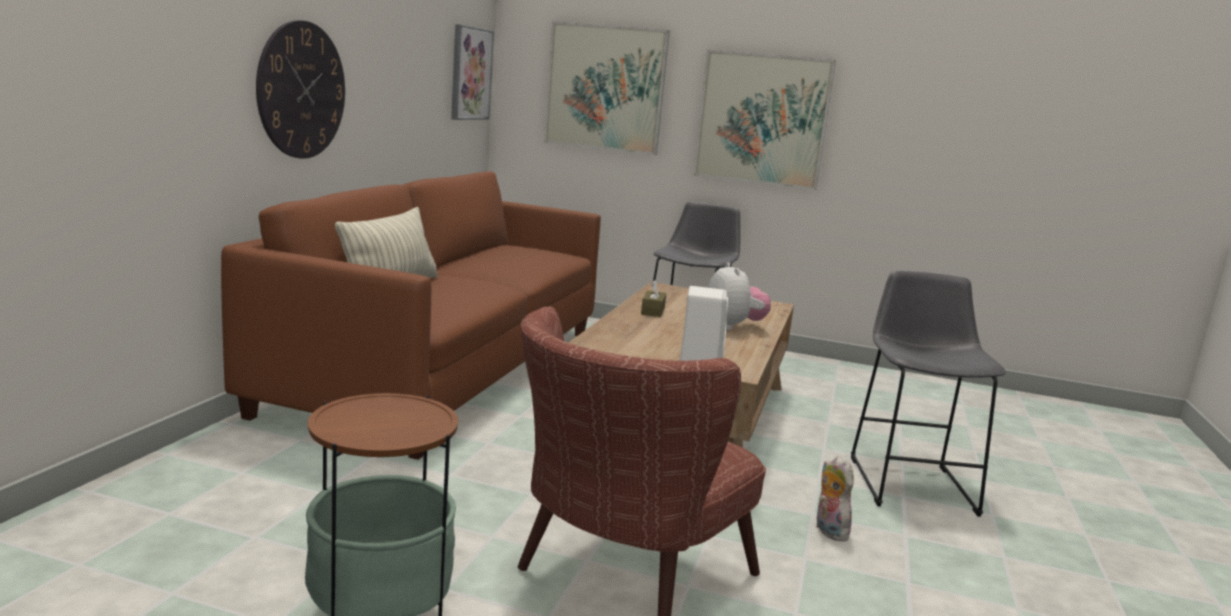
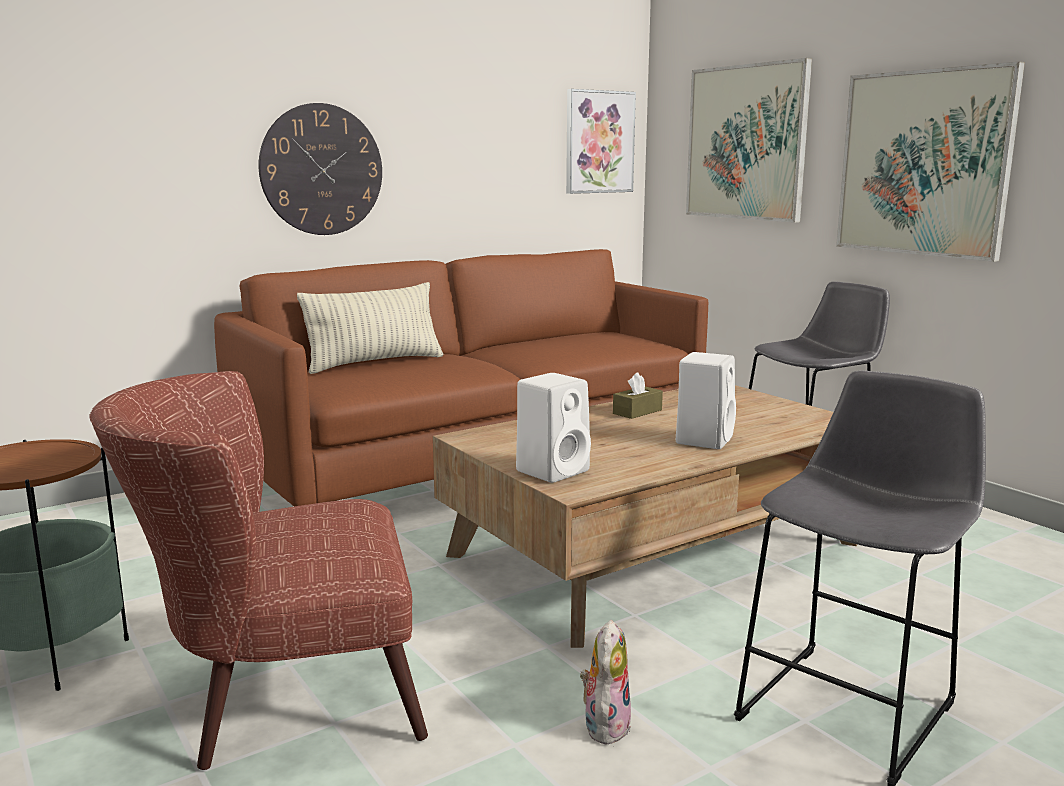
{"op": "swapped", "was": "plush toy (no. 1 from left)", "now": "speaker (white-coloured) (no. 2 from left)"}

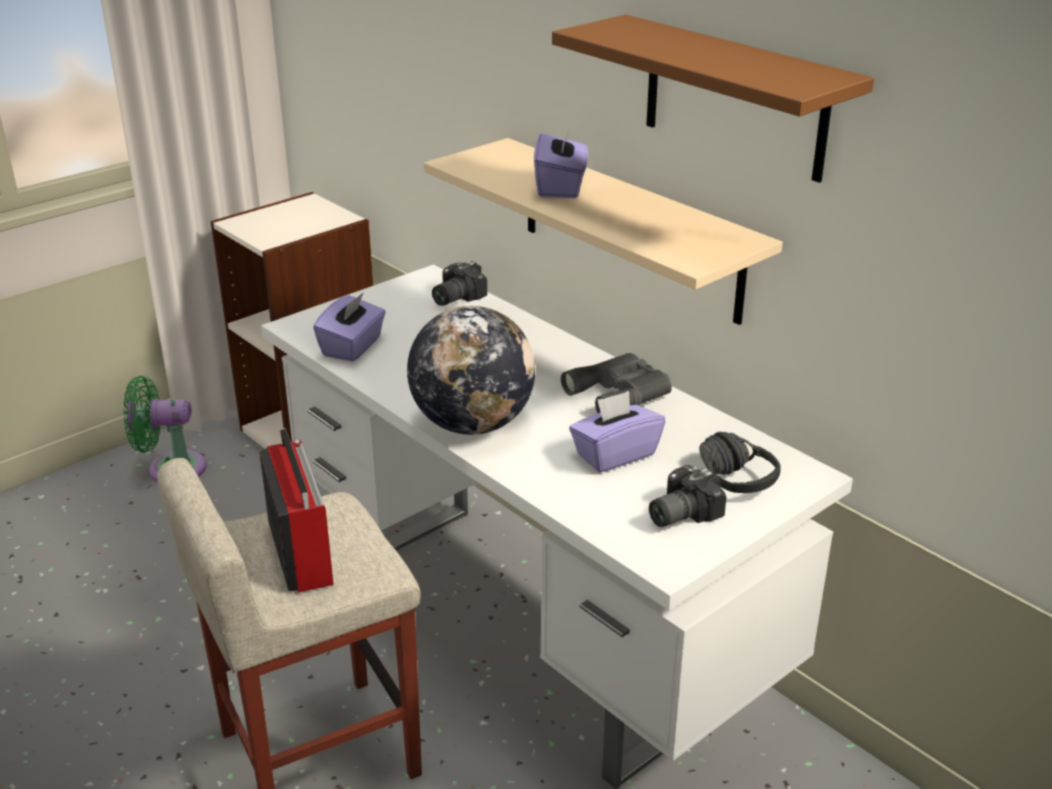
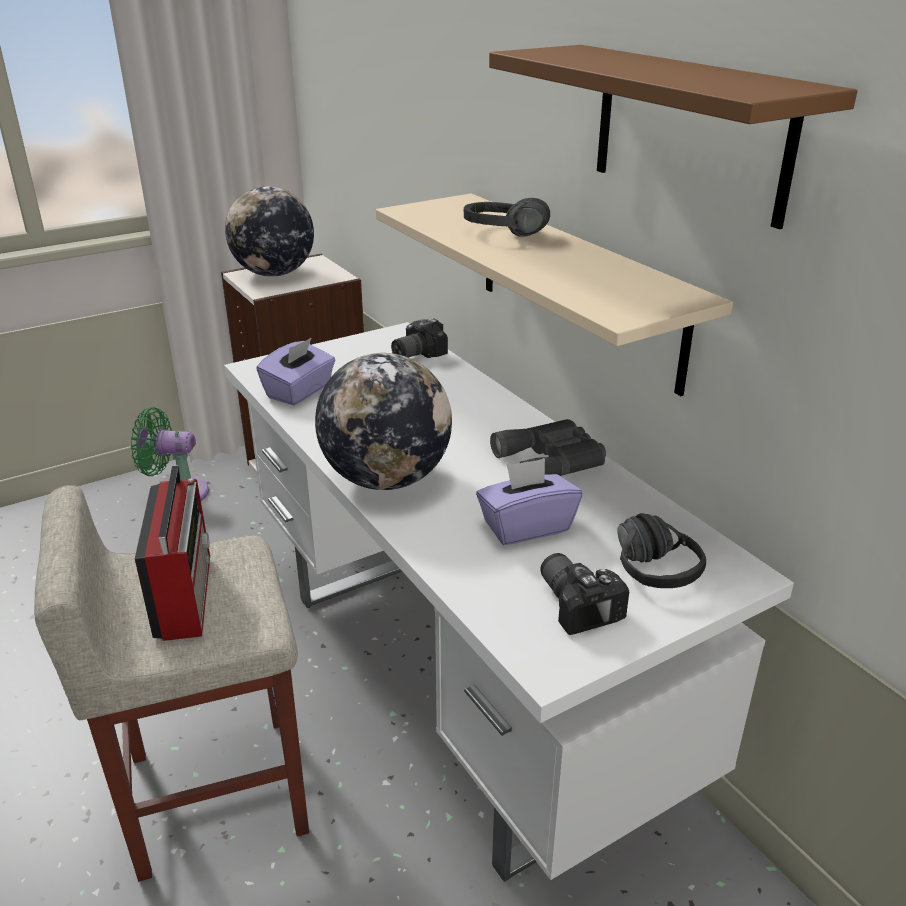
{"op": "new", "now": "desk globe (no. 1 from left)"}
{"op": "swapped", "was": "tissue box (purple-coloured) (no. 2 from left)", "now": "headset (blackish) (no. 1 from left)"}
{"op": "rotated", "was": "still camera (no. 2 from left)", "clockwise": 90}

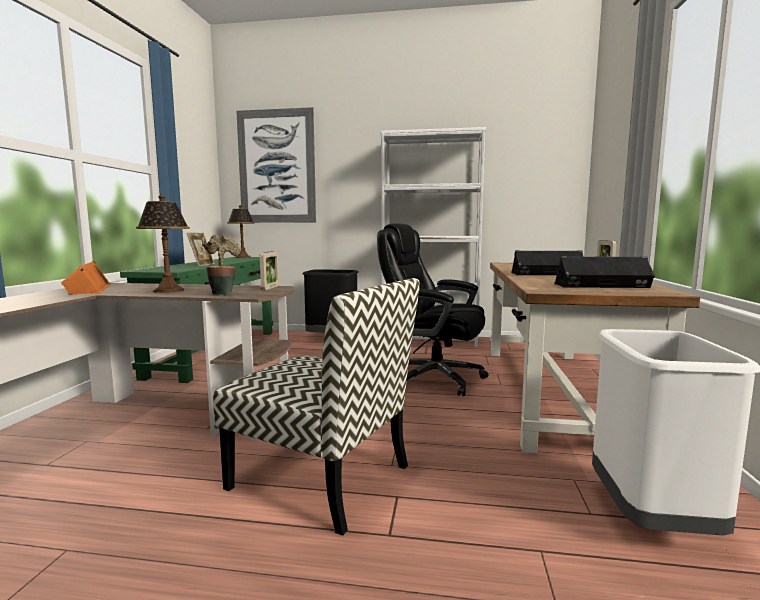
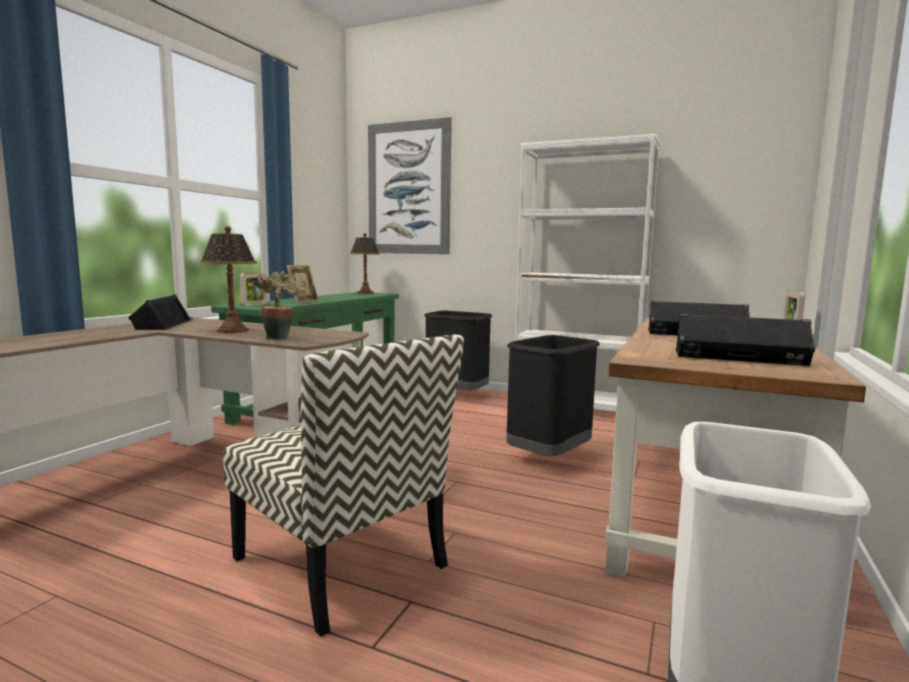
{"op": "repainted", "was": "speaker (orange-coloured)", "now": "speaker (blackish) (no. 1 from left)"}
{"op": "shifted", "was": "photo frame (no. 2 from left in the first image)", "now": "photo frame (no. 1 from left)"}
{"op": "swapped", "was": "office chair (blackish)", "now": "rubbish bin (blackish) (no. 2 from left)"}

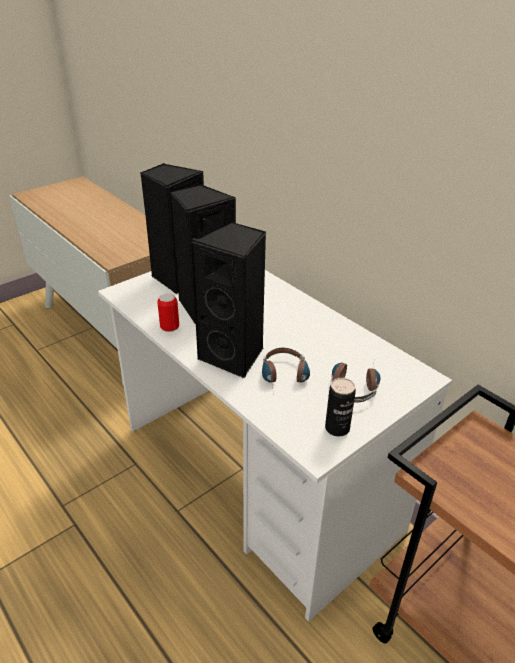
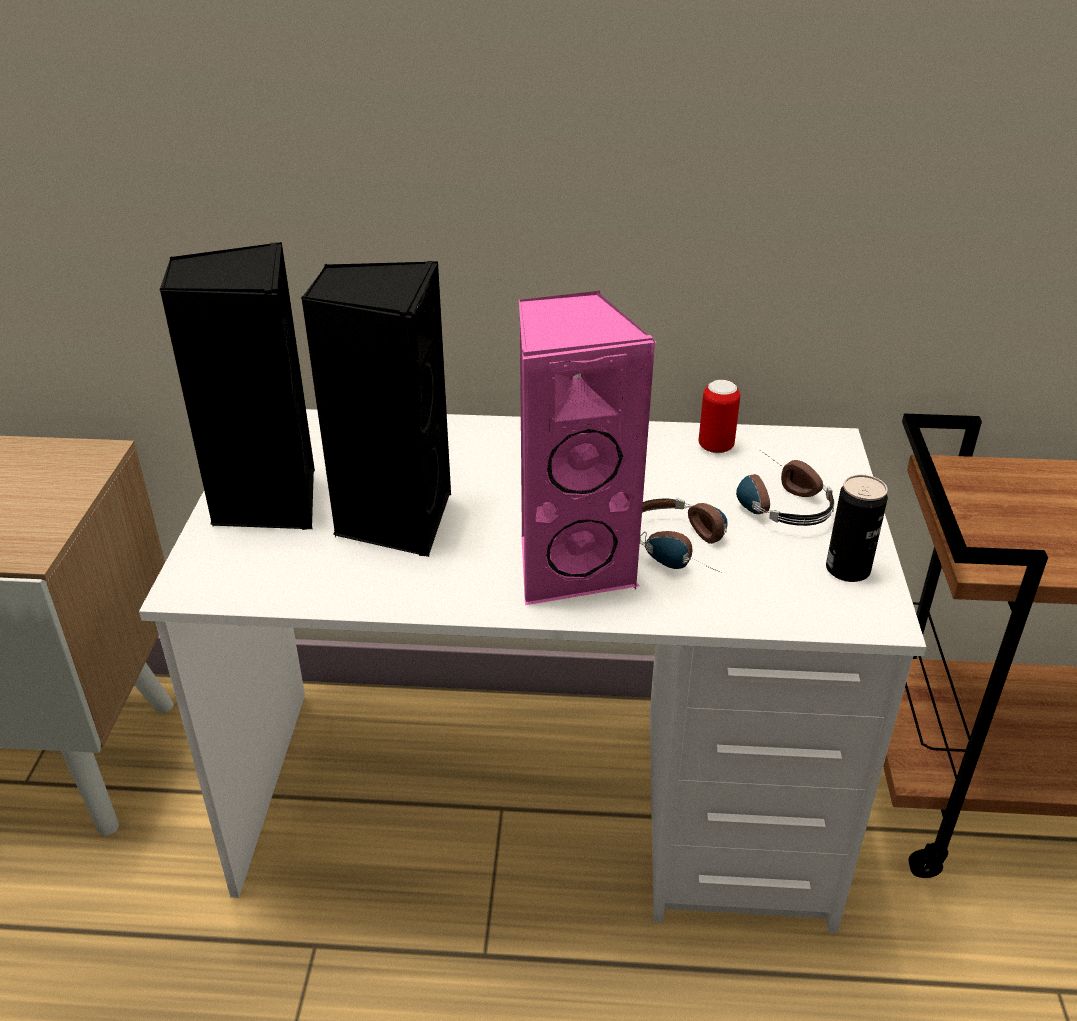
{"op": "repainted", "was": "speaker (blackish) (no. 3 from left)", "now": "speaker (pink)"}
{"op": "shifted", "was": "can (no. 1 from left)"}

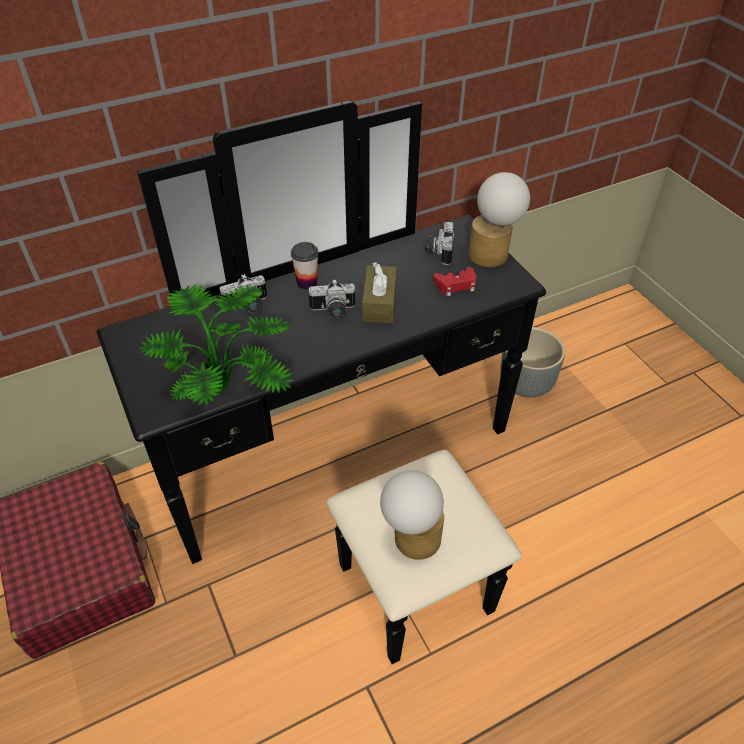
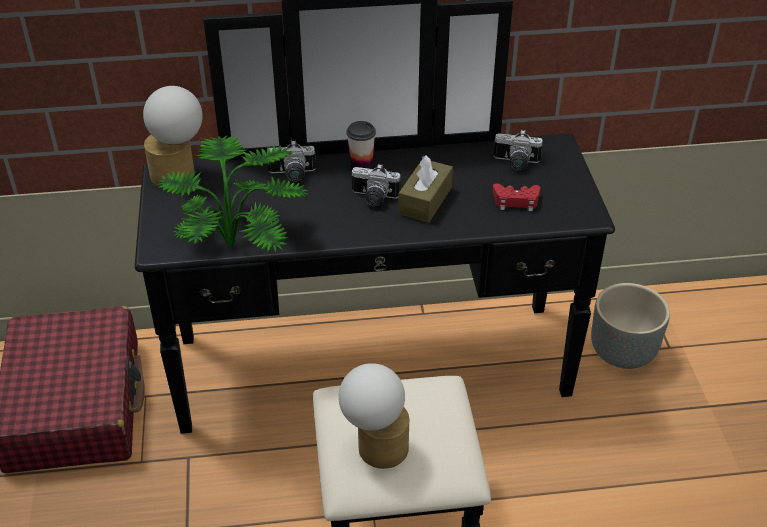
{"op": "shifted", "was": "tabletop lamp (no. 2 from left in the first image)", "now": "tabletop lamp (no. 1 from left)"}
{"op": "rotated", "was": "still camera (no. 3 from left)", "clockwise": -105}

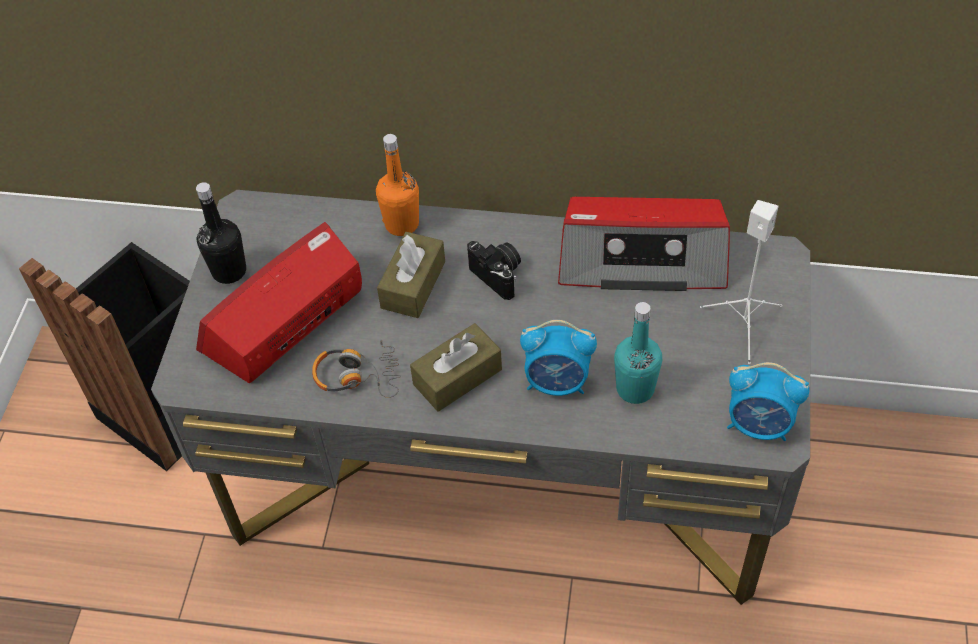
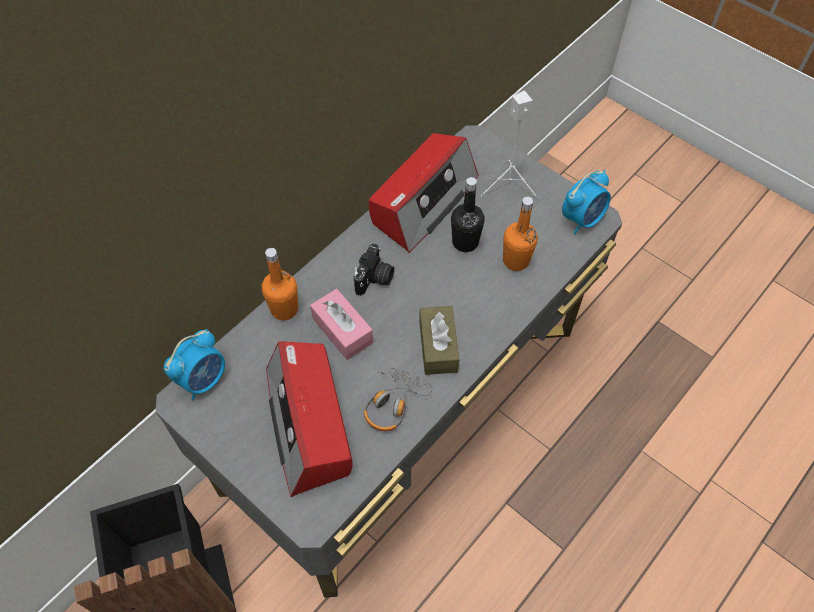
{"op": "shifted", "was": "table clock (no. 1 from left)"}
{"op": "repainted", "was": "tissue box (brown-coloured) (no. 1 from left)", "now": "tissue box (pink)"}
{"op": "rotated", "was": "still camera", "clockwise": 120}
{"op": "shifted", "was": "bottle (blackish)"}
{"op": "repainted", "was": "bottle (turquoise-coloured)", "now": "bottle (orange-coloured) (no. 2 from left)"}

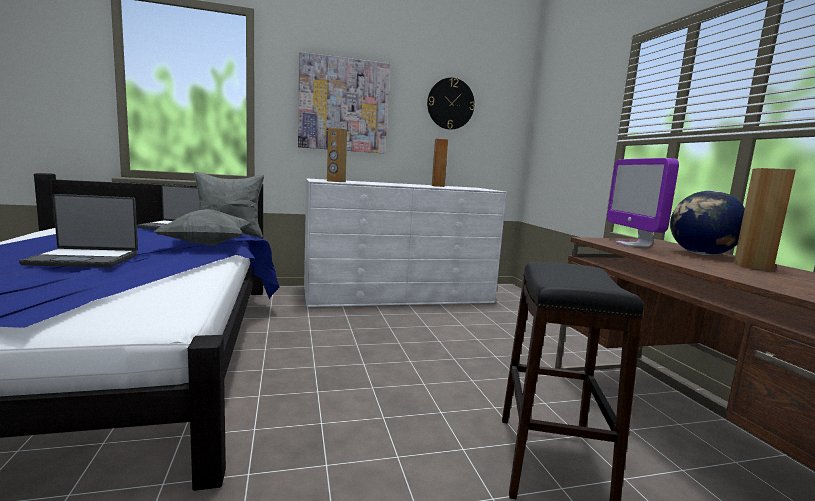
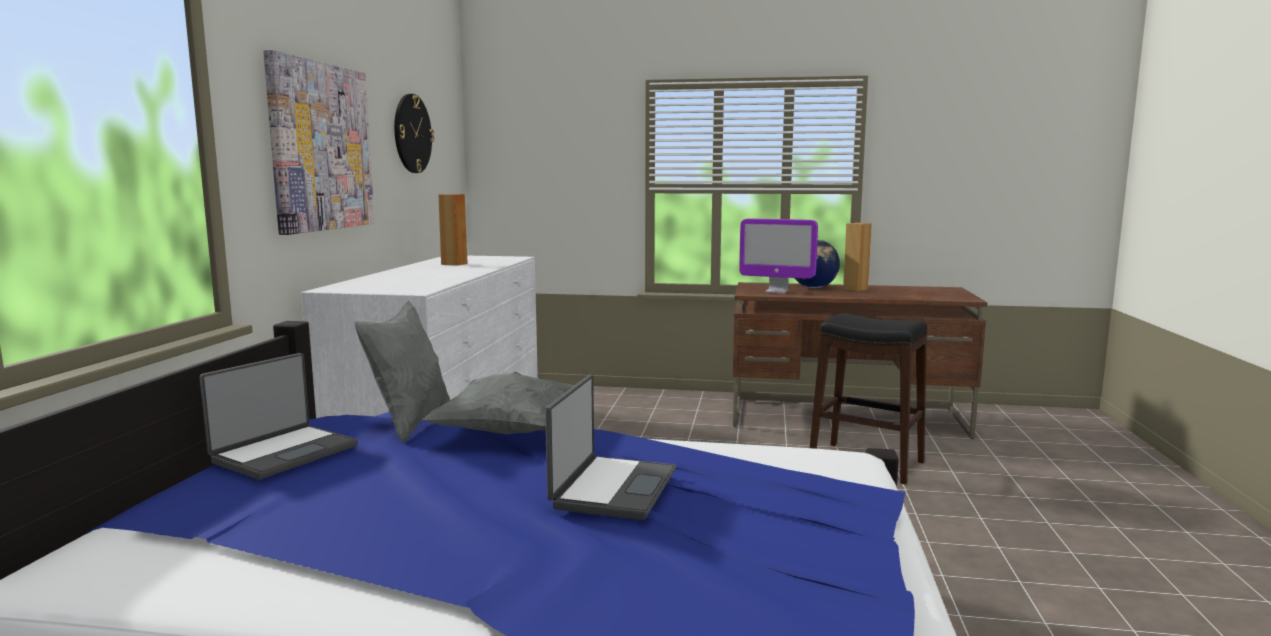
{"op": "gone", "was": "speaker (brown-coloured) (no. 1 from left)"}

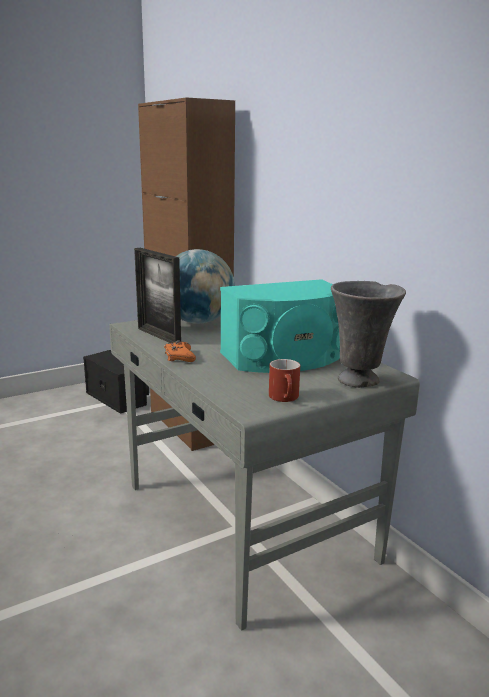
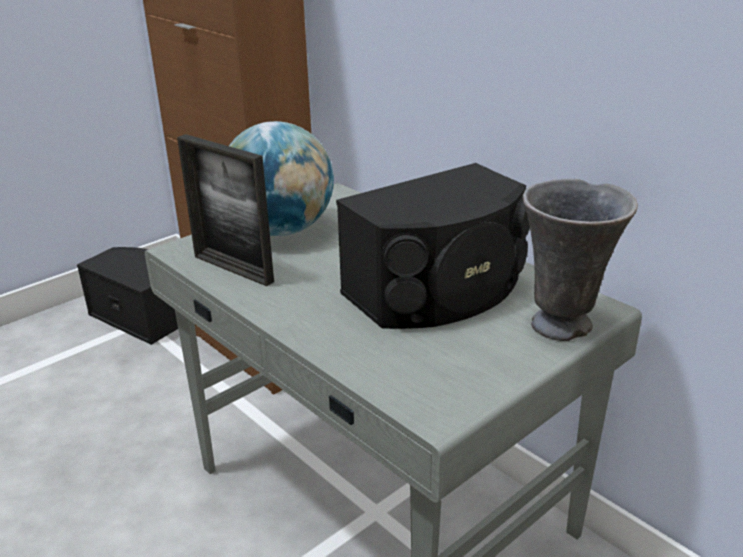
{"op": "repainted", "was": "speaker (turquoise-coloured)", "now": "speaker (blackish) (no. 2 from left)"}
{"op": "gone", "was": "game controller (orange-coloured)"}
{"op": "gone", "was": "mug (red-coloured)"}

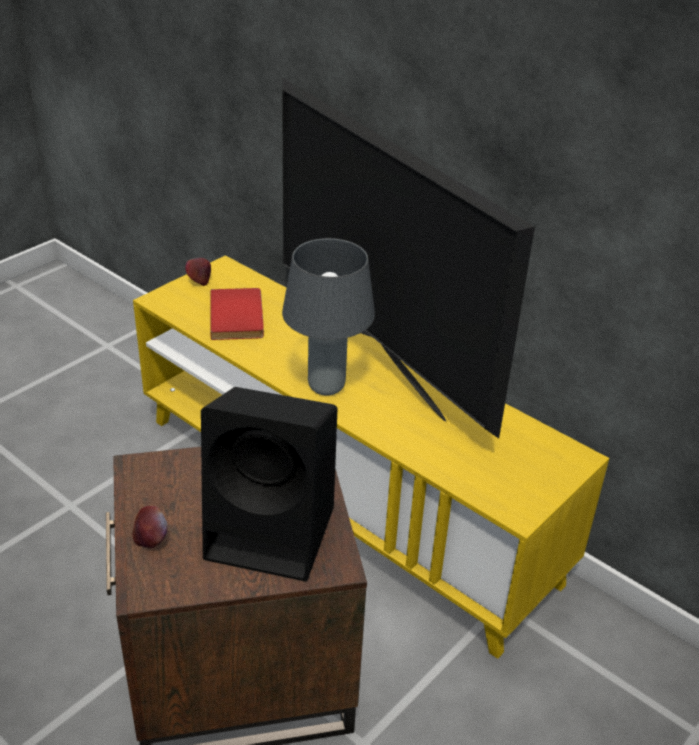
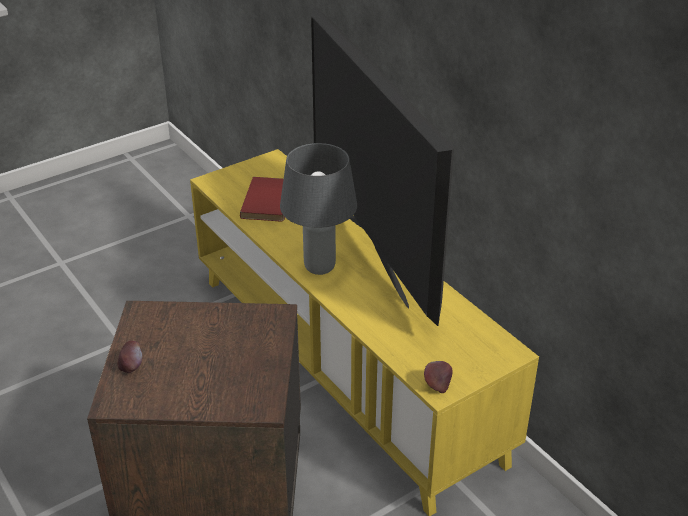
{"op": "shifted", "was": "apple fruit (no. 2 from left)"}
{"op": "gone", "was": "speaker (blackish)"}

